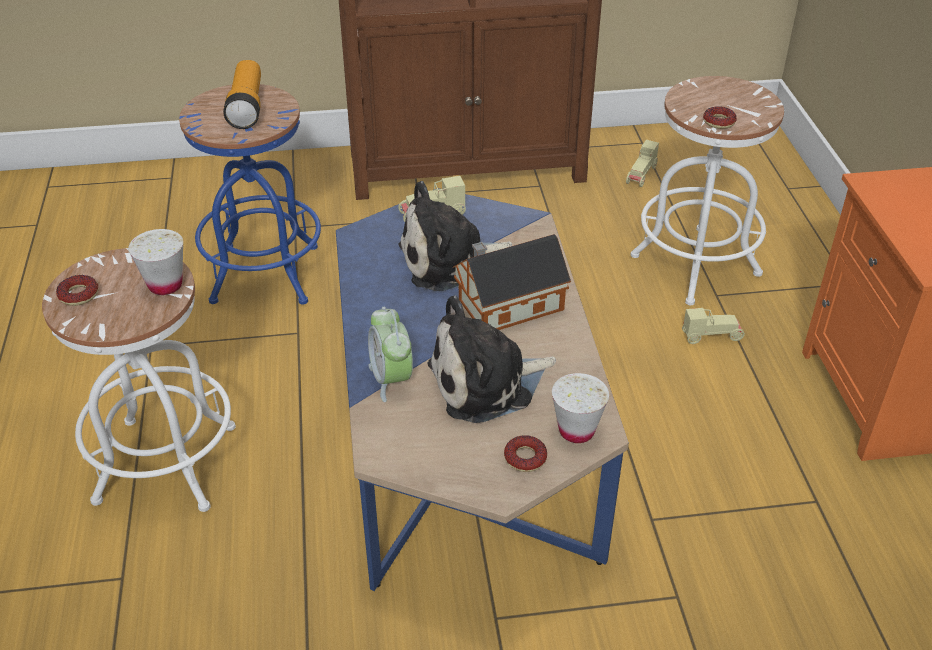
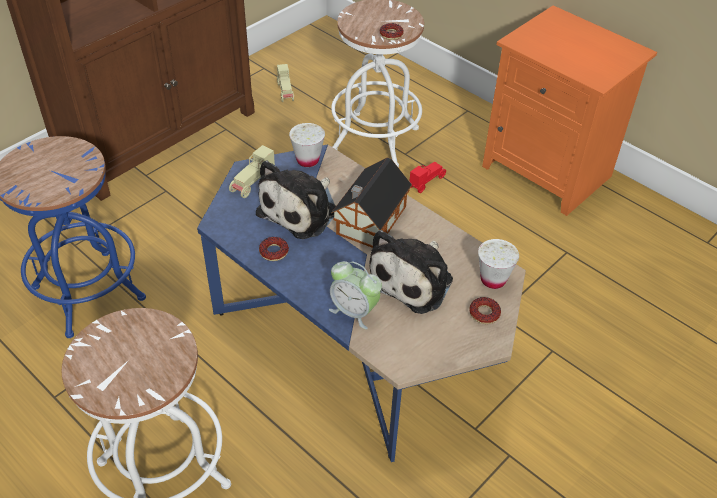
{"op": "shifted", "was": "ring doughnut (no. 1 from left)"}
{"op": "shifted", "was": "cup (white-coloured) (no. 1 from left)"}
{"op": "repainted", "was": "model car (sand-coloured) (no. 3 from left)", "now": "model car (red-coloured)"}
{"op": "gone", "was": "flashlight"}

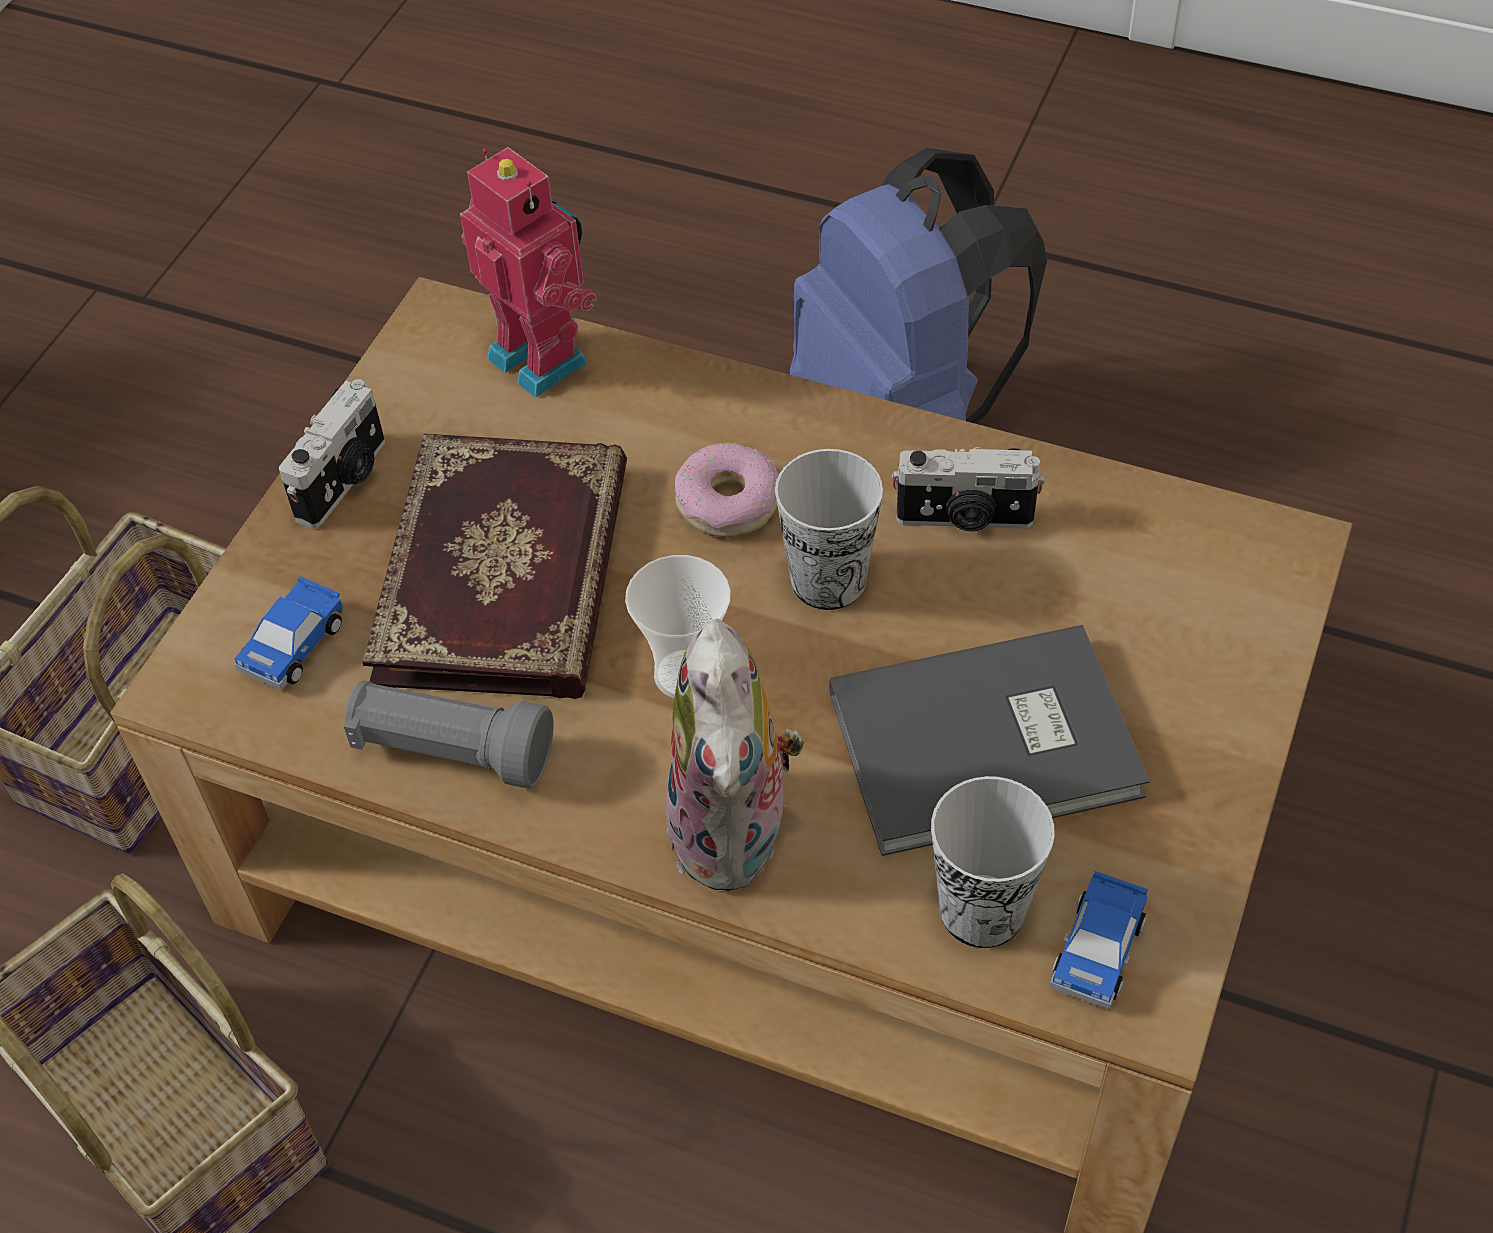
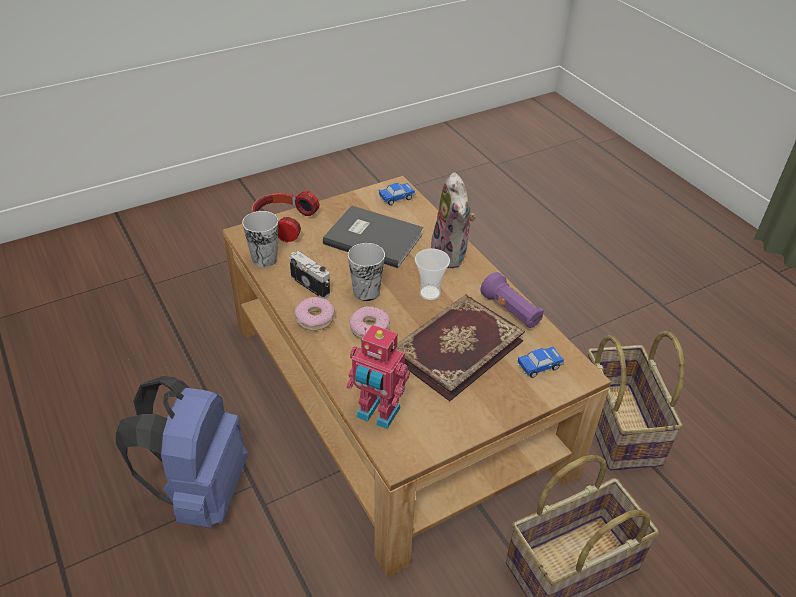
{"op": "shifted", "was": "cup (no. 3 from left in the first image)", "now": "cup (no. 1 from left)"}
{"op": "new", "now": "headset"}
{"op": "new", "now": "ring doughnut (no. 1 from left)"}
{"op": "rotated", "was": "toy robot", "clockwise": -60}
{"op": "rotated", "was": "plush toy", "clockwise": 135}
{"op": "repainted", "was": "flashlight (greyish)", "now": "flashlight (purple-coloured)"}
{"op": "gone", "was": "still camera (no. 1 from left)"}

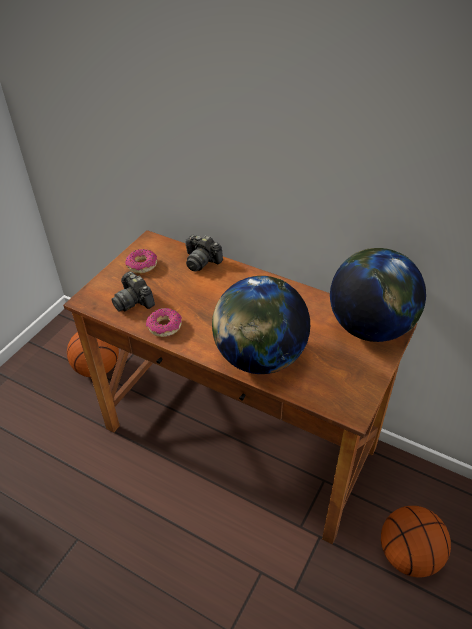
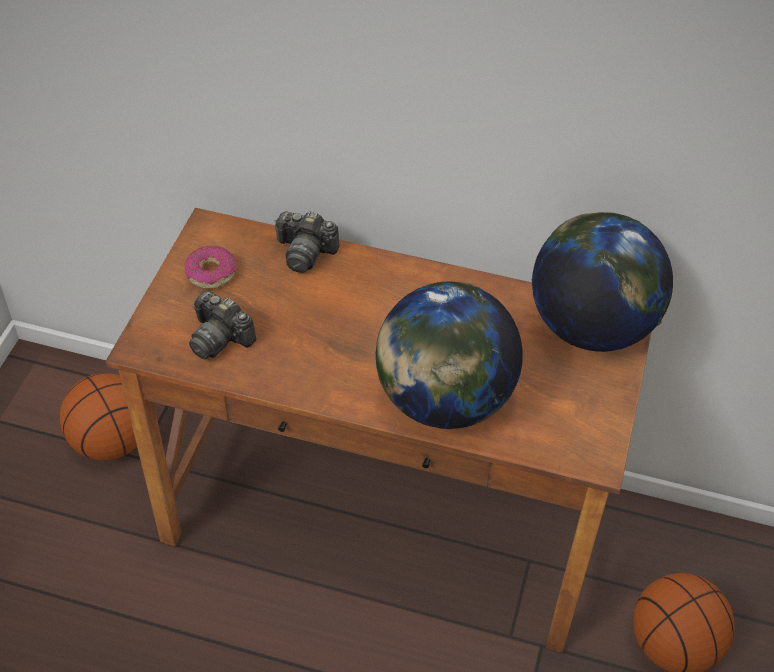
{"op": "gone", "was": "ring doughnut (no. 2 from left)"}

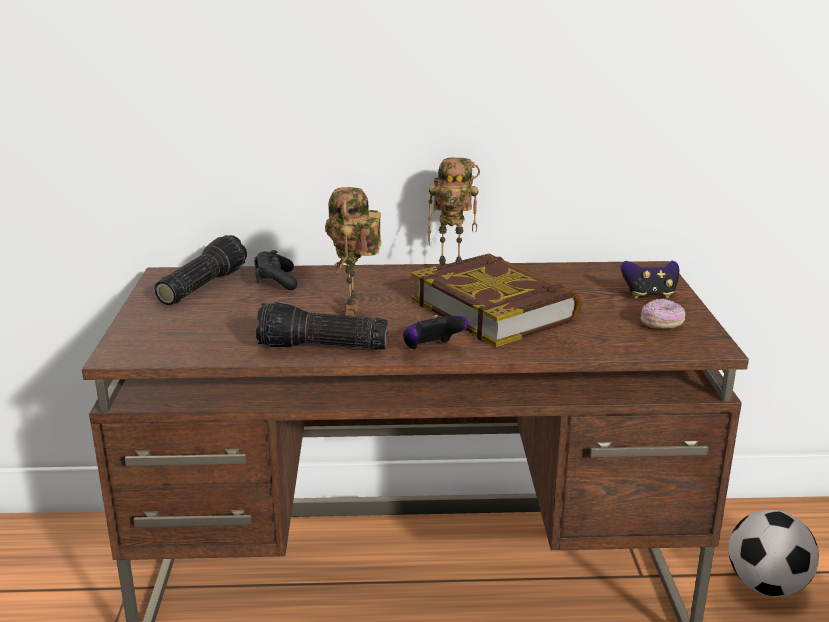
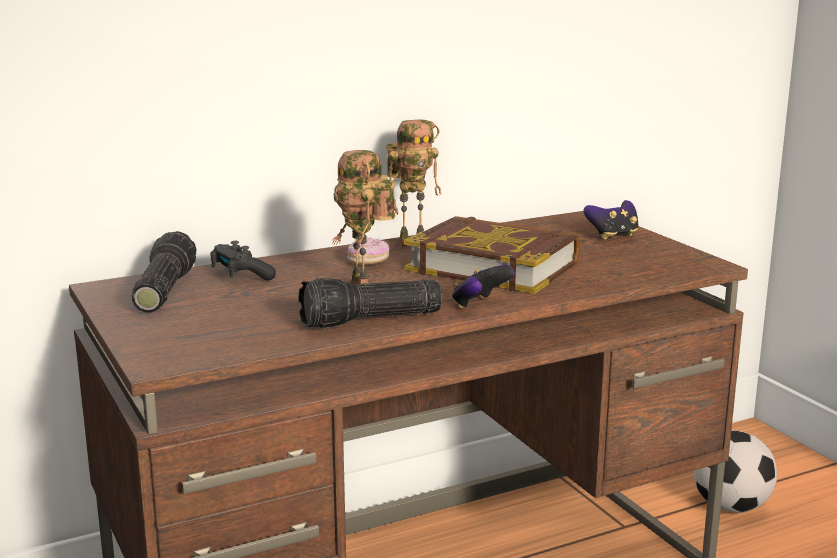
{"op": "shifted", "was": "ring doughnut"}

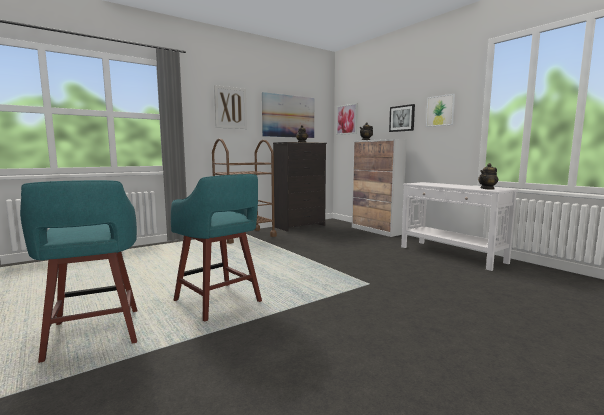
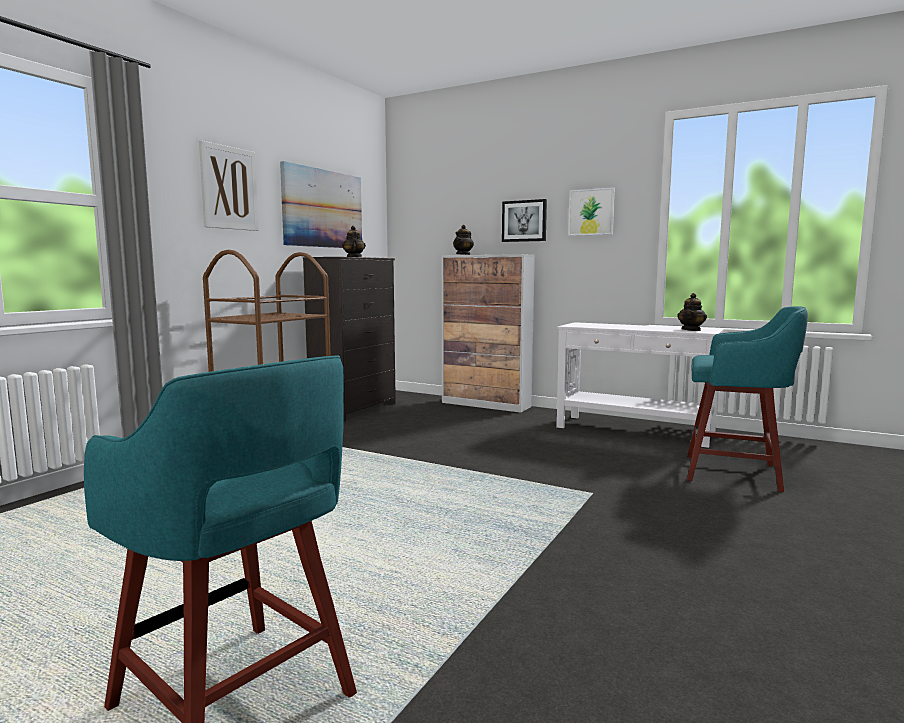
{"op": "shifted", "was": "sitting stool (turquoise-coloured) (no. 2 from left)"}
{"op": "gone", "was": "picture (no. 3 from left)"}

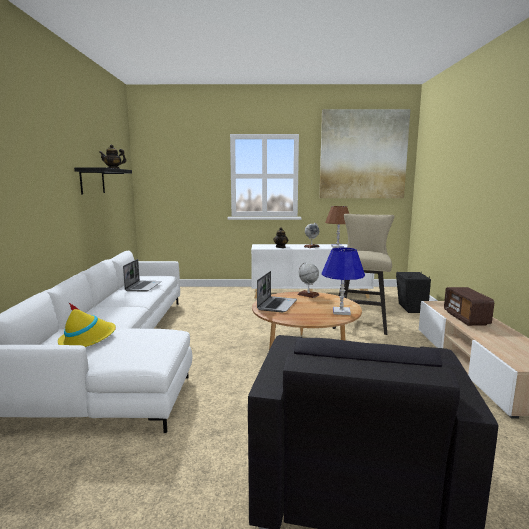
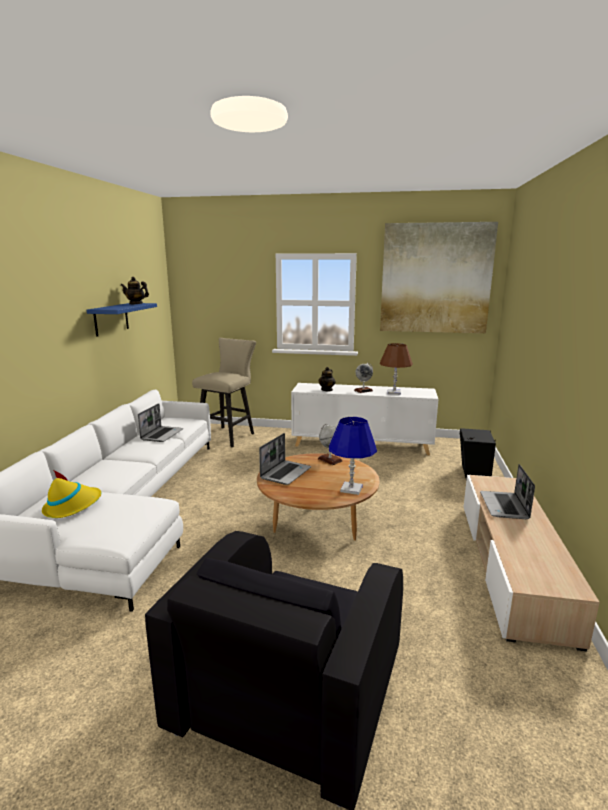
{"op": "repainted", "was": "bracket shelf (blackish)", "now": "bracket shelf (blue)"}
{"op": "shifted", "was": "sitting stool (sand-coloured)"}
{"op": "swapped", "was": "radio", "now": "notebook computer (no. 3 from left)"}

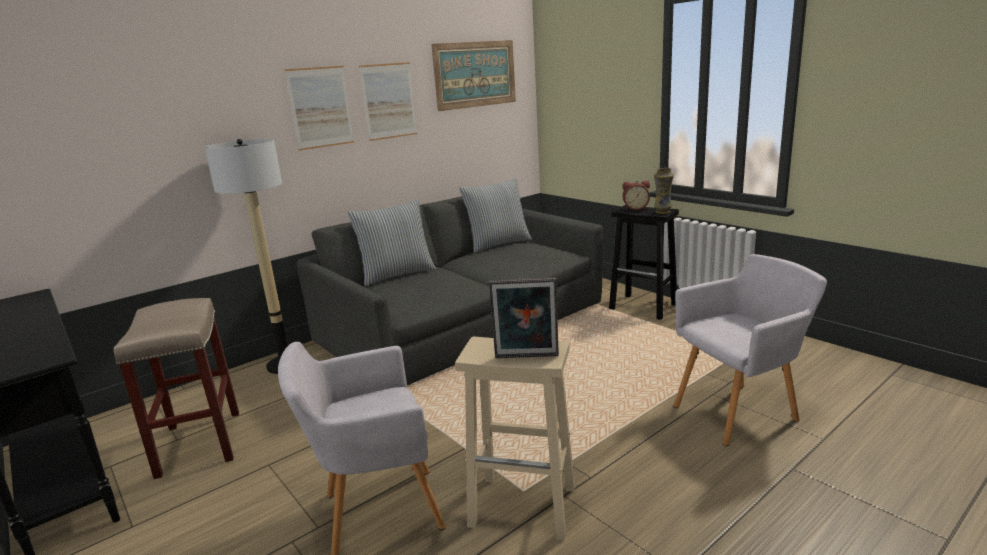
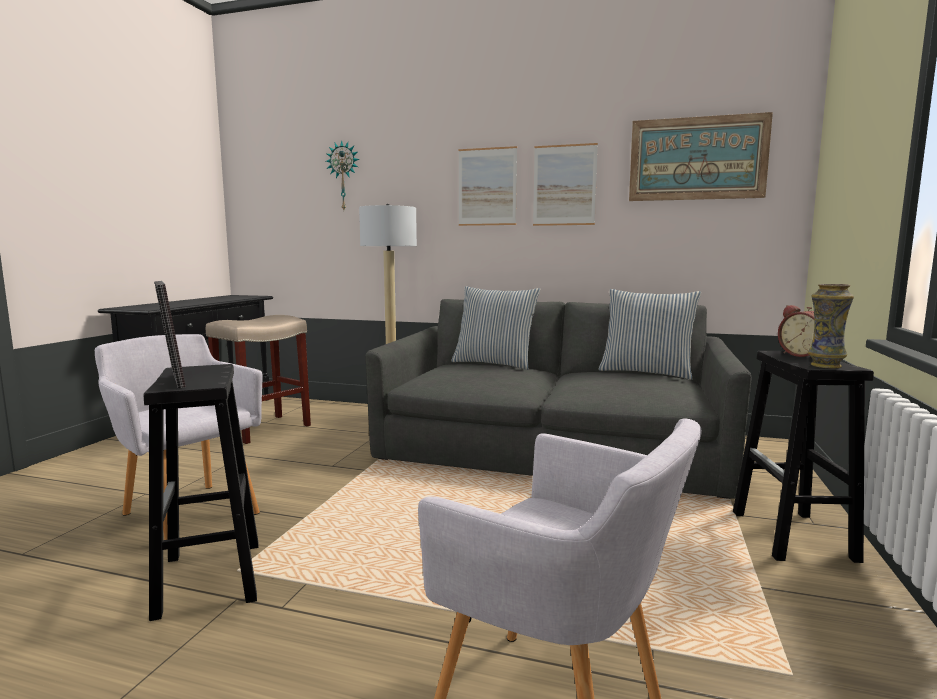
{"op": "repainted", "was": "sitting stool (sand-coloured) (no. 2 from left)", "now": "sitting stool (blackish) (no. 1 from left)"}
{"op": "new", "now": "clock on the wall"}

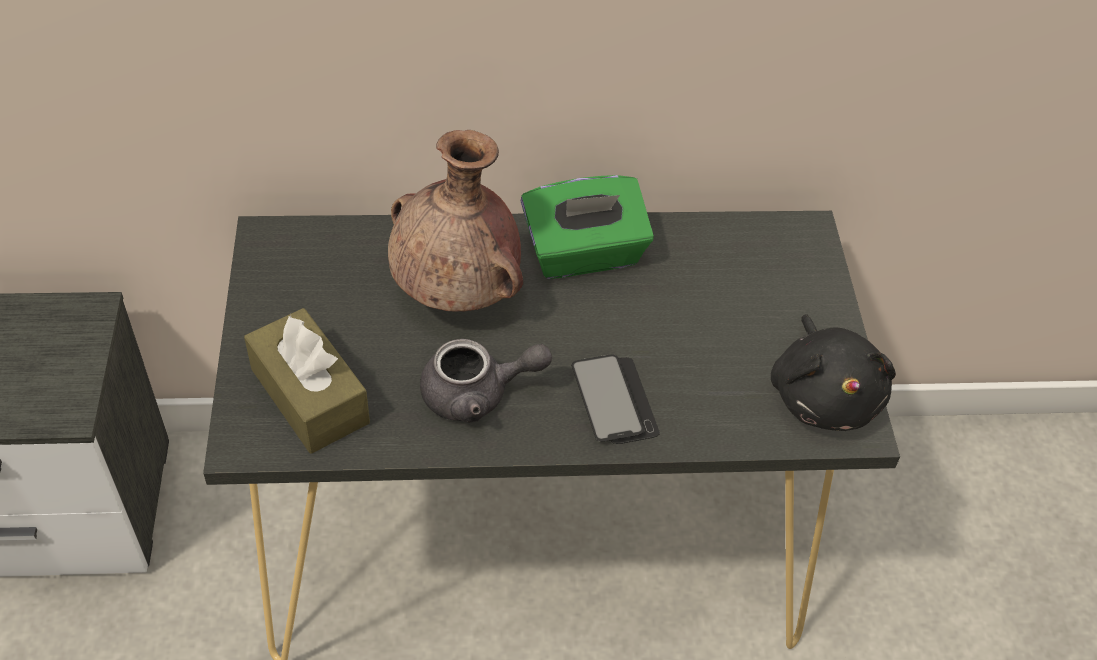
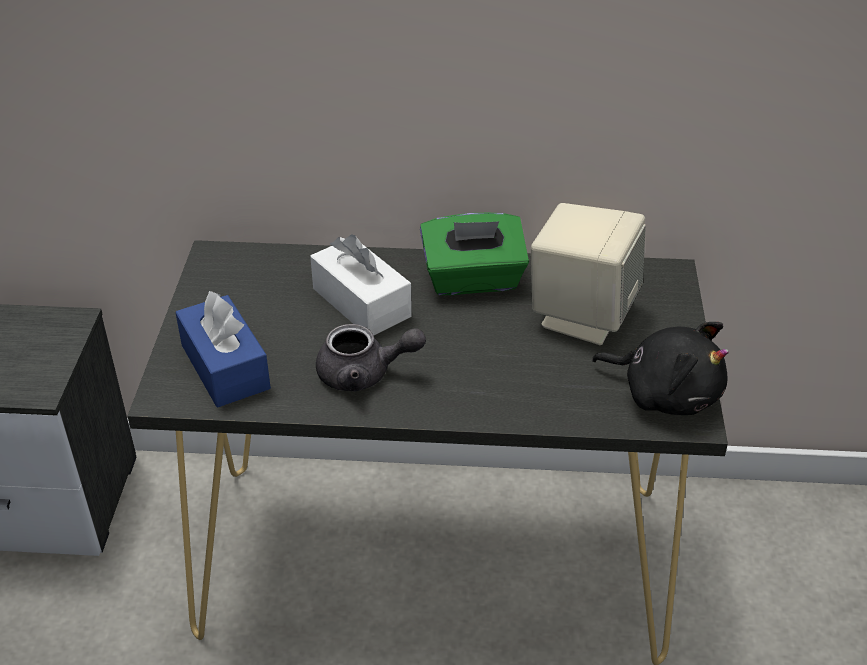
{"op": "repainted", "was": "tissue box (brown-coloured)", "now": "tissue box (blue)"}
{"op": "swapped", "was": "flower vase (brown-coloured)", "now": "tissue box (white-coloured)"}
{"op": "new", "now": "speaker (sand-coloured)"}
{"op": "rotated", "was": "plush toy (blackish)", "clockwise": -60}
{"op": "gone", "was": "telephone"}

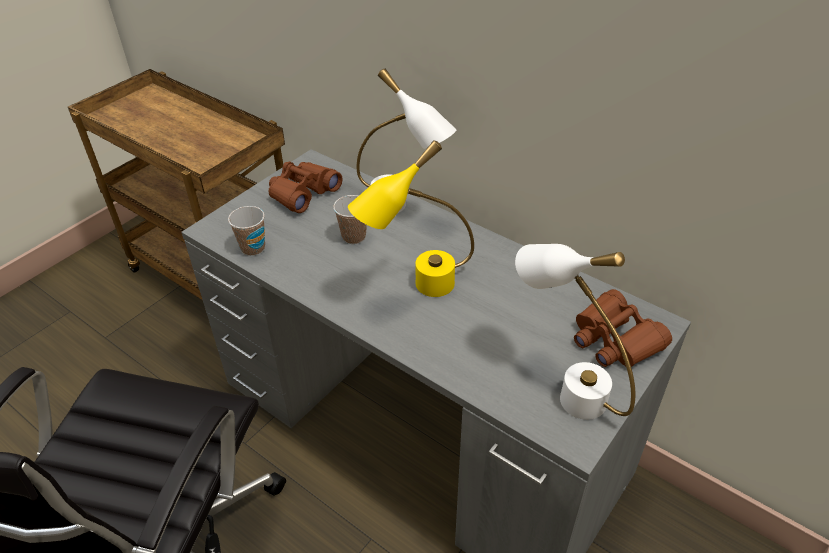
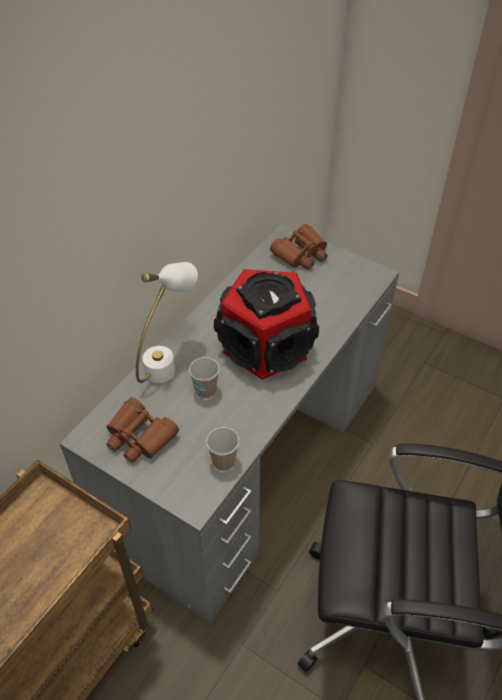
{"op": "swapped", "was": "tabletop lamp (yellow-coloured)", "now": "speaker"}
{"op": "gone", "was": "tabletop lamp (white-coloured) (no. 2 from left)"}

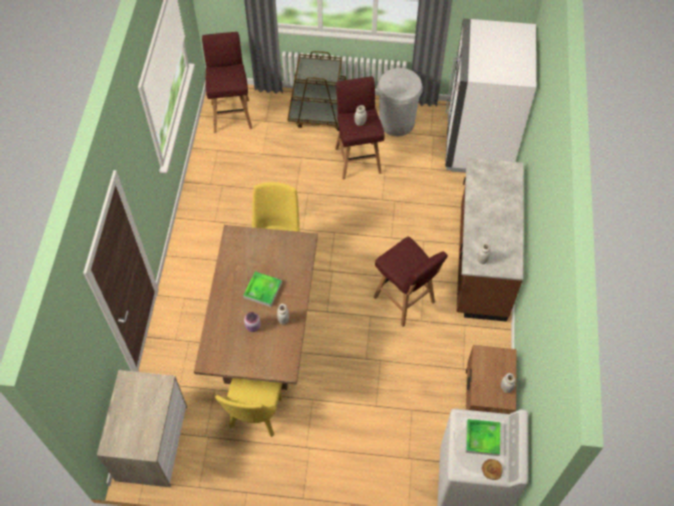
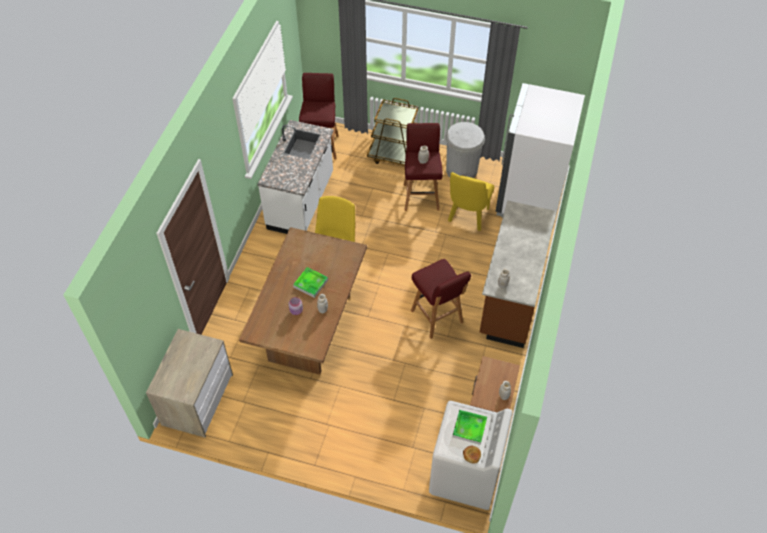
{"op": "new", "now": "counter (white-coloured)"}
{"op": "shifted", "was": "chair (yellow-coloured) (no. 1 from left in the first image)", "now": "chair (yellow-coloured) (no. 2 from left)"}

